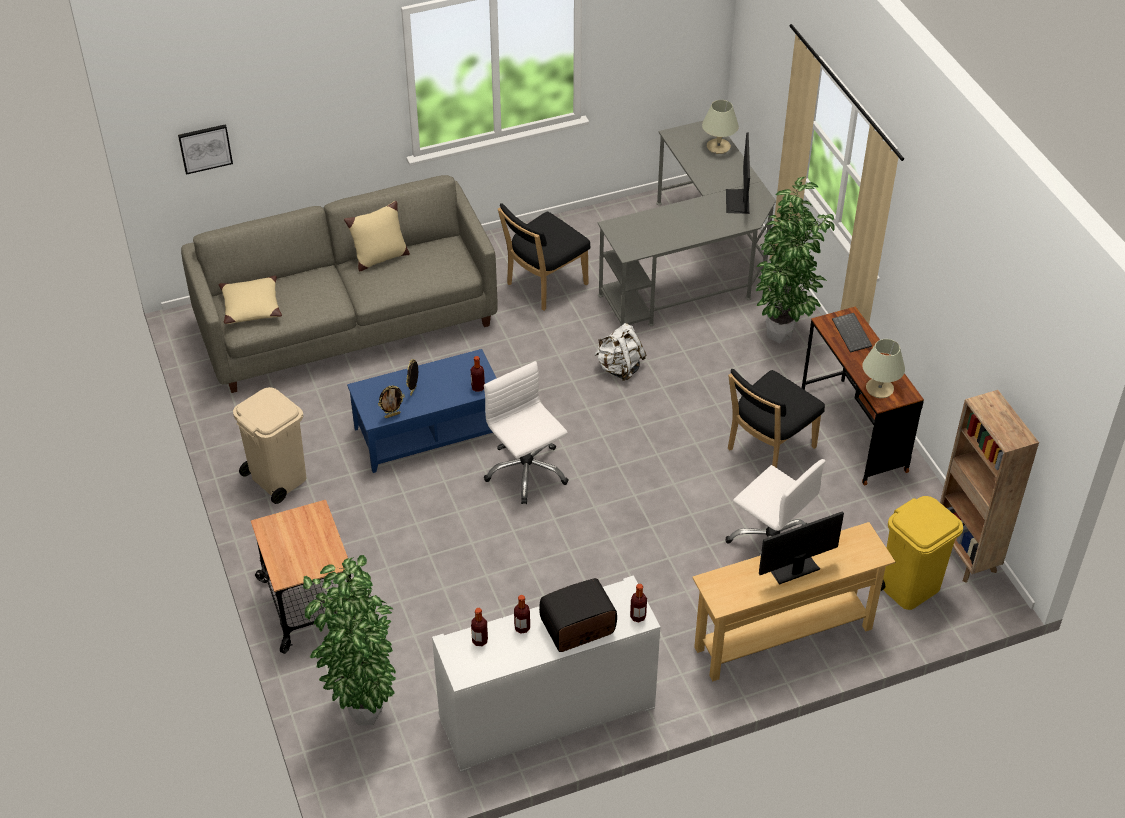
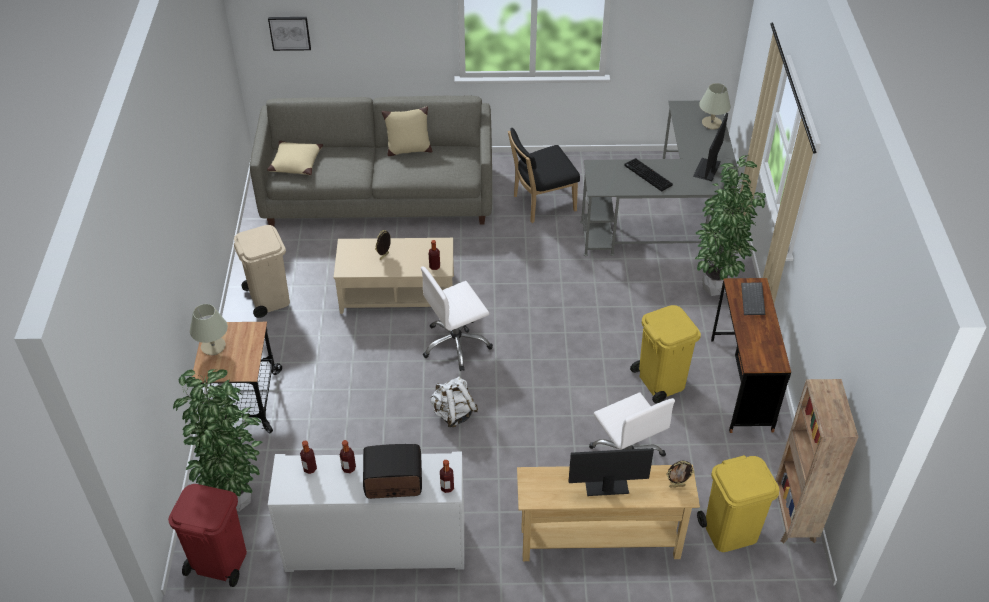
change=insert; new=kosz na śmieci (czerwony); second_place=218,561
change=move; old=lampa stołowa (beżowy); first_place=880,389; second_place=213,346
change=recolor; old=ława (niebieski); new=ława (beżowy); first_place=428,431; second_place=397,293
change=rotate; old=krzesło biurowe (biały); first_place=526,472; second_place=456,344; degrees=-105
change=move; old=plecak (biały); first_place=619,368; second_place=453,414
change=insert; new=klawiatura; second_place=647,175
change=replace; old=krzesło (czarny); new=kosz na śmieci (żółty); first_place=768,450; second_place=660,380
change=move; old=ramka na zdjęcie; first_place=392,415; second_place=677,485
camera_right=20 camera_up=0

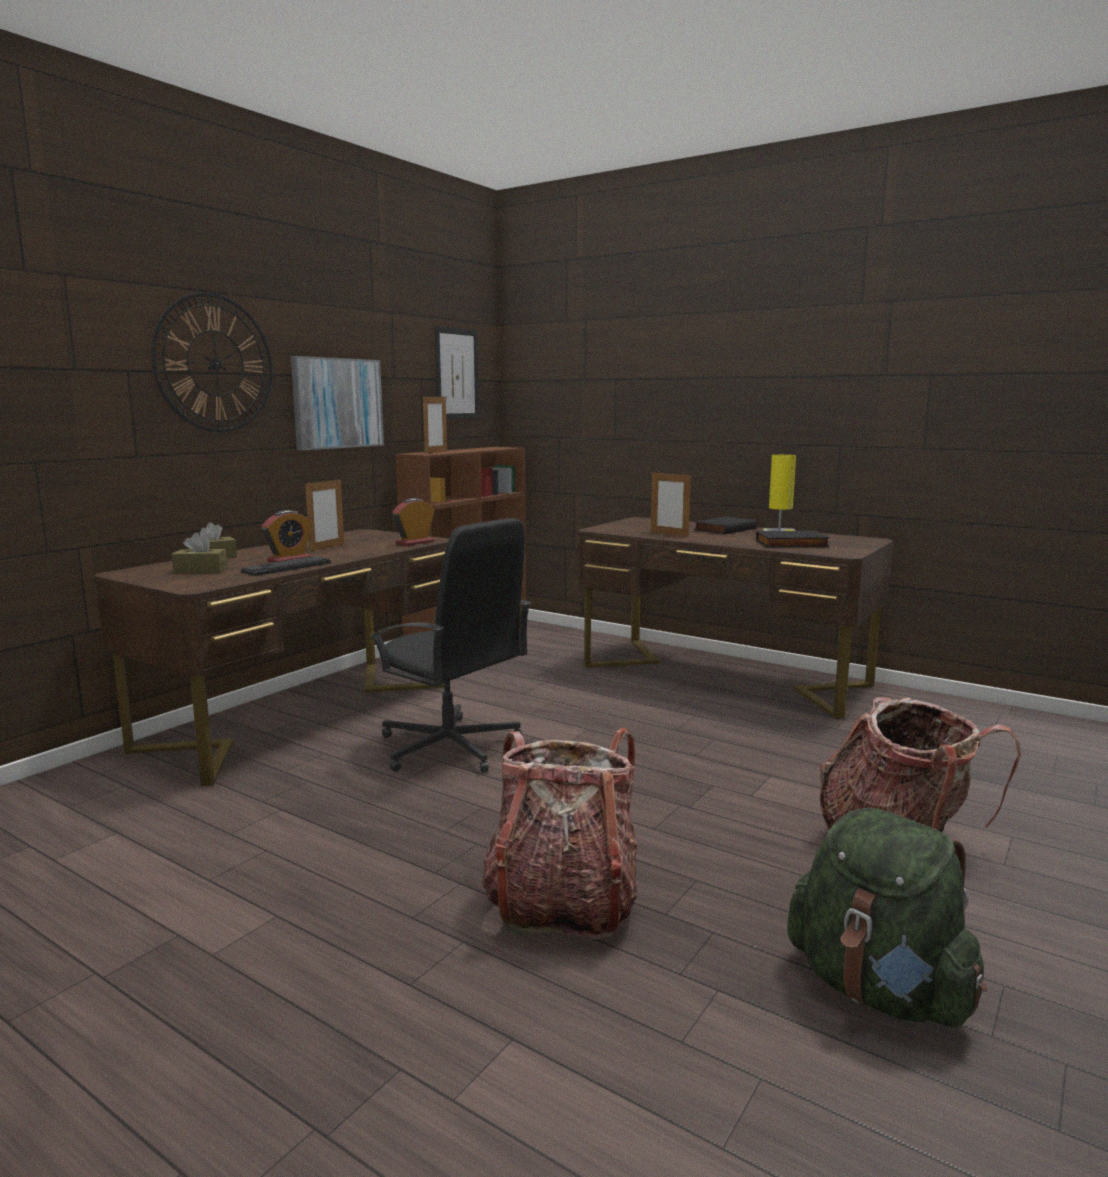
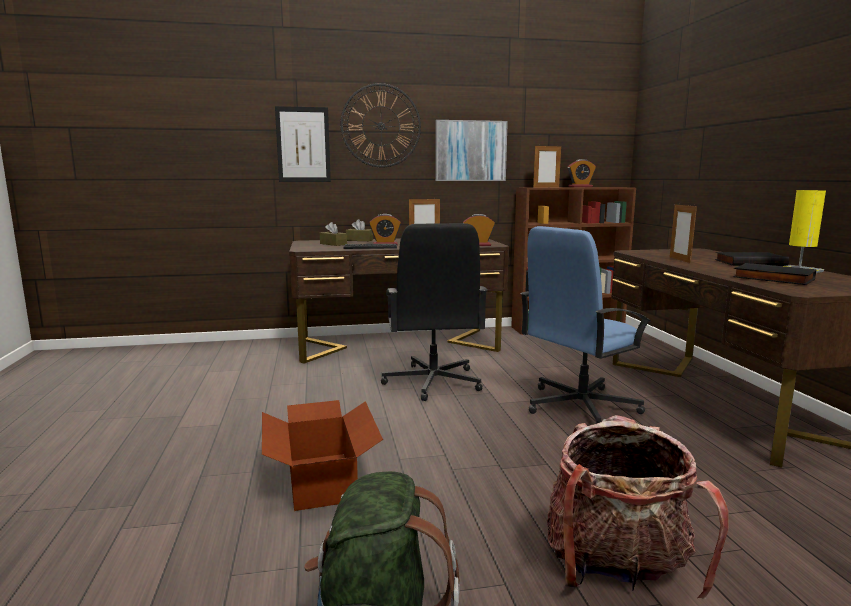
change=replace; old=plecak; new=karton; first_place=562,904; second_place=322,480
change=move; old=obraz; first_place=456,374; second_place=303,144
change=insert; new=krzesło biurowe (niebieski); second_place=579,406
change=insert; new=budzik; second_place=580,187
camera_right=45 camera_up=0

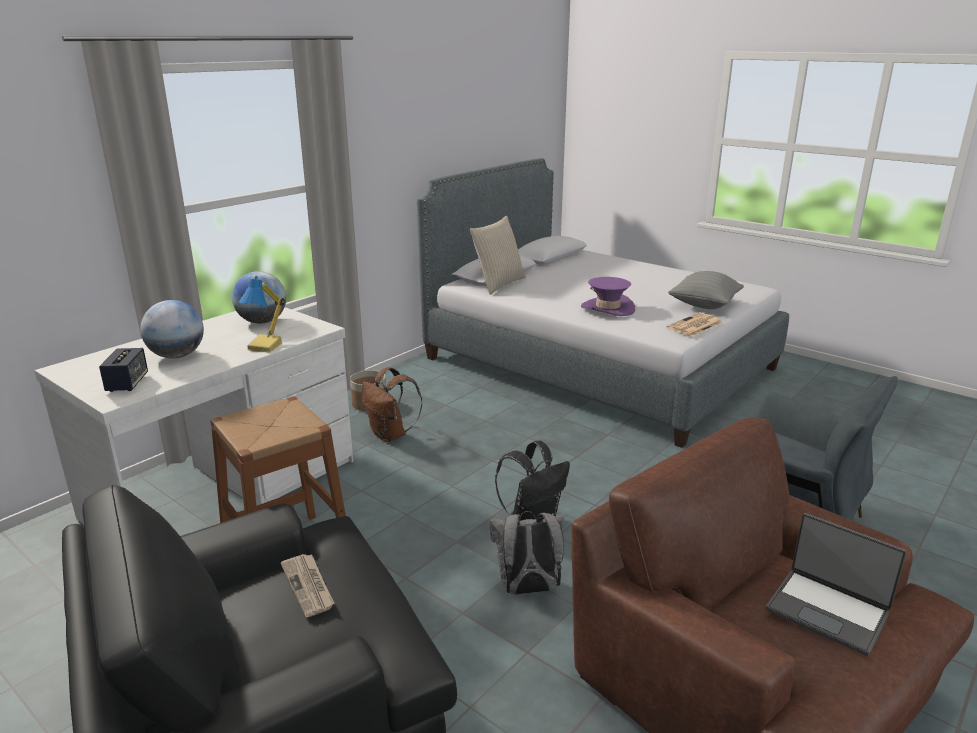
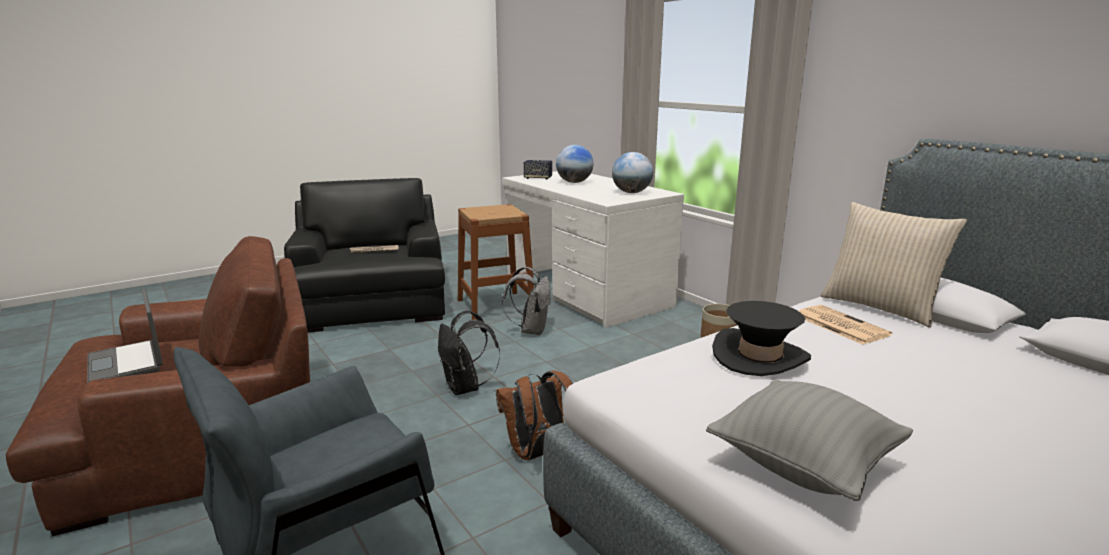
change=rotate; old=laptop; first_place=827,611; second_place=128,363; degrees=-90
change=move; old=plecak (brązowy); first_place=391,435; second_place=538,453
change=move; old=plecak (szary); first_place=527,589; second_place=531,330
change=recolor; old=kapelusz (fioletowy); new=kapelusz (czarny); first_place=607,308; second_place=760,357
change=move; old=gazeta; first_place=694,325; second_place=839,325
change=delete; old=lampa stołowa; first_place=266,346
camera_right=105 camera_up=-5

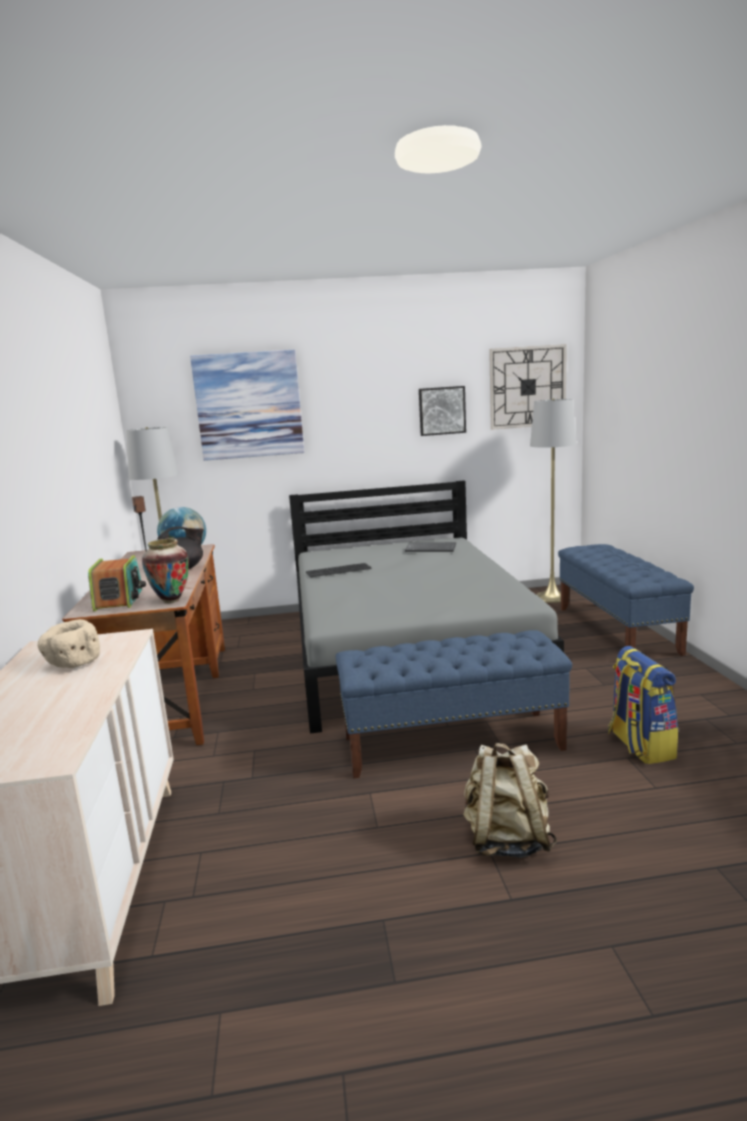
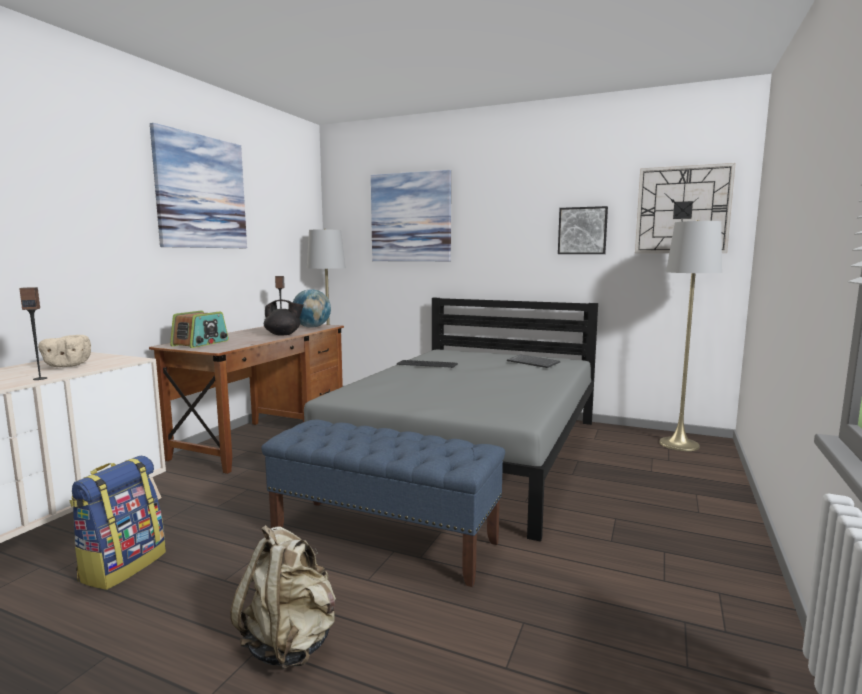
change=insert; new=głośnik; second_place=40,378
change=move; old=plecak; first_place=639,745; second_place=123,566
change=insert; new=obraz; second_place=201,192
change=delete; old=wazon; first_place=171,601
change=delete; old=ławka (niebieski); first_place=617,630
camera_right=30 camera_up=-5

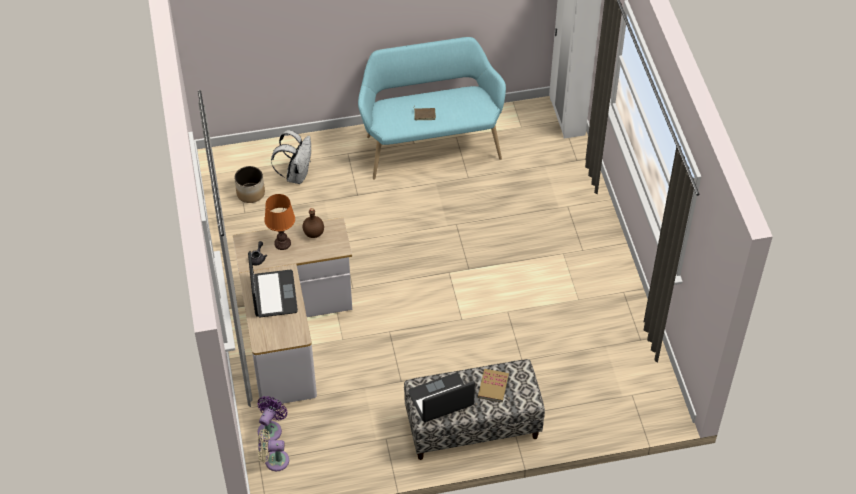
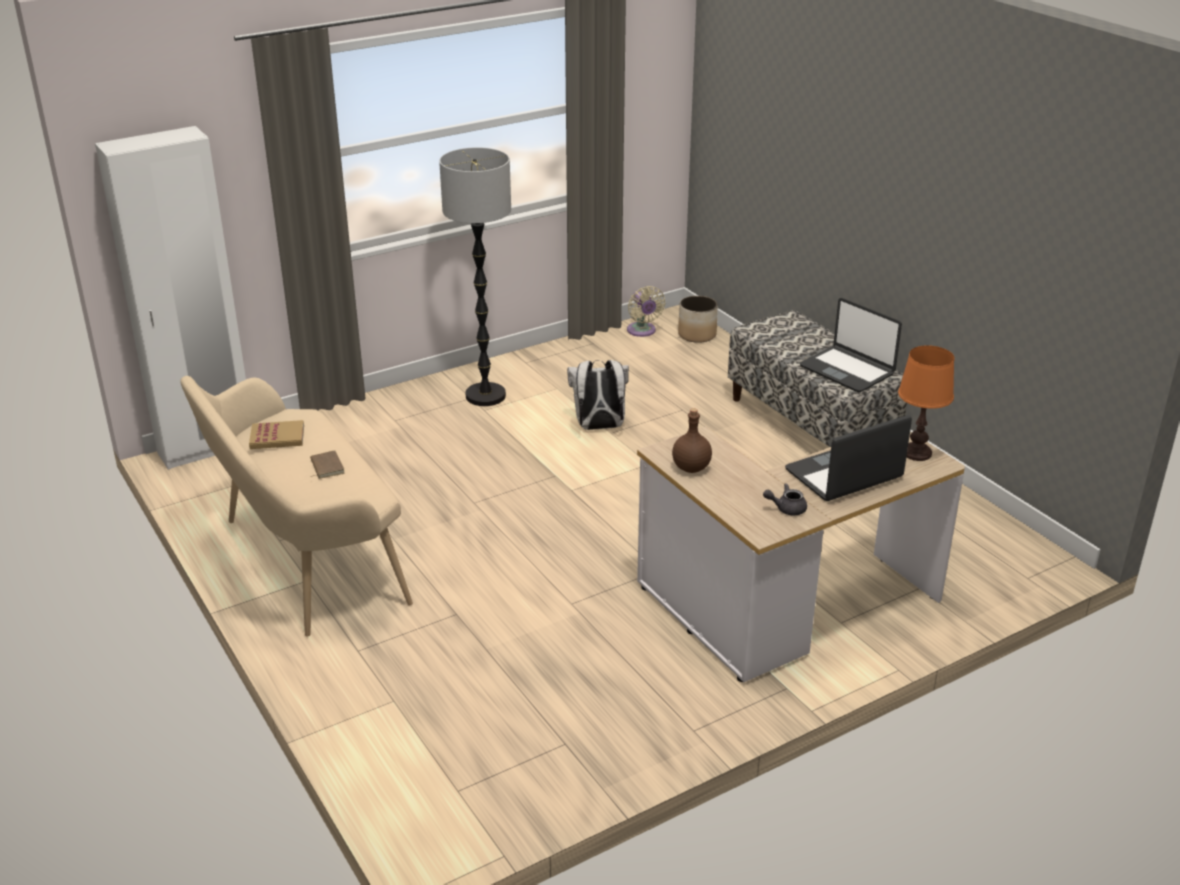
change=recolor; old=ławka (turkusowy); new=ławka (beżowy); first_place=430,144; second_place=304,562
change=move; old=książka; first_place=493,386; second_place=277,437
change=insert; new=lampa stojąca; second_place=485,396
change=move; old=plecak (biały); first_place=296,174; second_place=599,427
change=move; old=wentylator (beżowy); first_place=274,460; second_place=642,331
change=move; old=donica; first_place=251,193; second_place=697,335
change=move; old=lampa stołowa (pomarańczowy); first_place=282,243; second_place=916,453
change=delete; old=wentylator (fioletowy); first_place=271,429
camera_right=-110 camera_up=-20

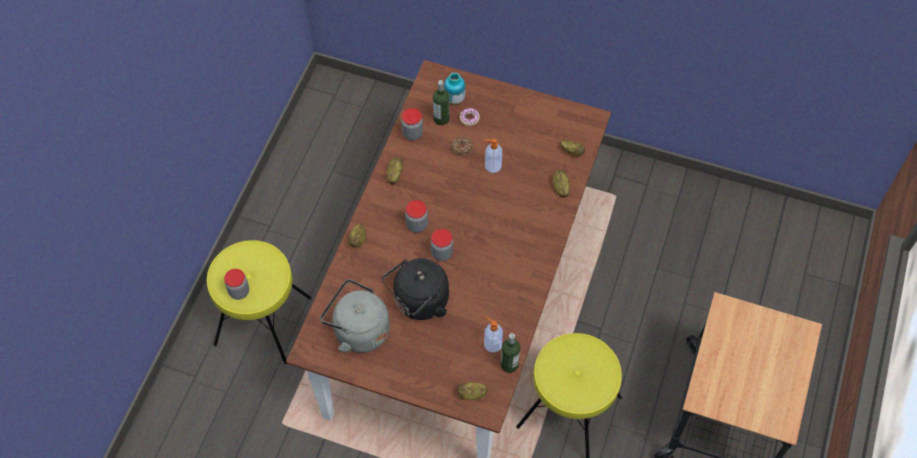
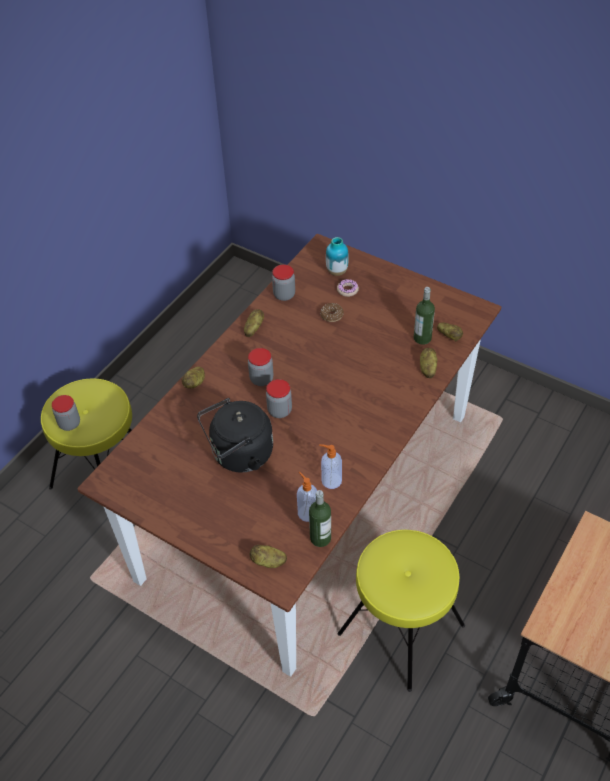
change=move; old=dozownik mydła; first_place=492,166; second_place=330,480
change=move; old=butelka; first_place=441,119; second_place=422,338
change=delete; old=czajnik (szary); first_place=358,330
camera_right=15 camera_up=-10

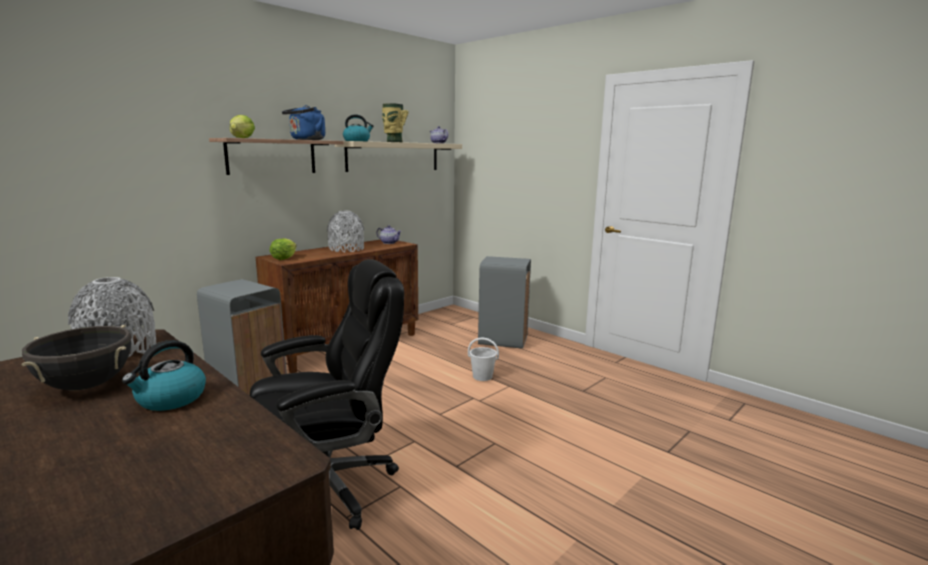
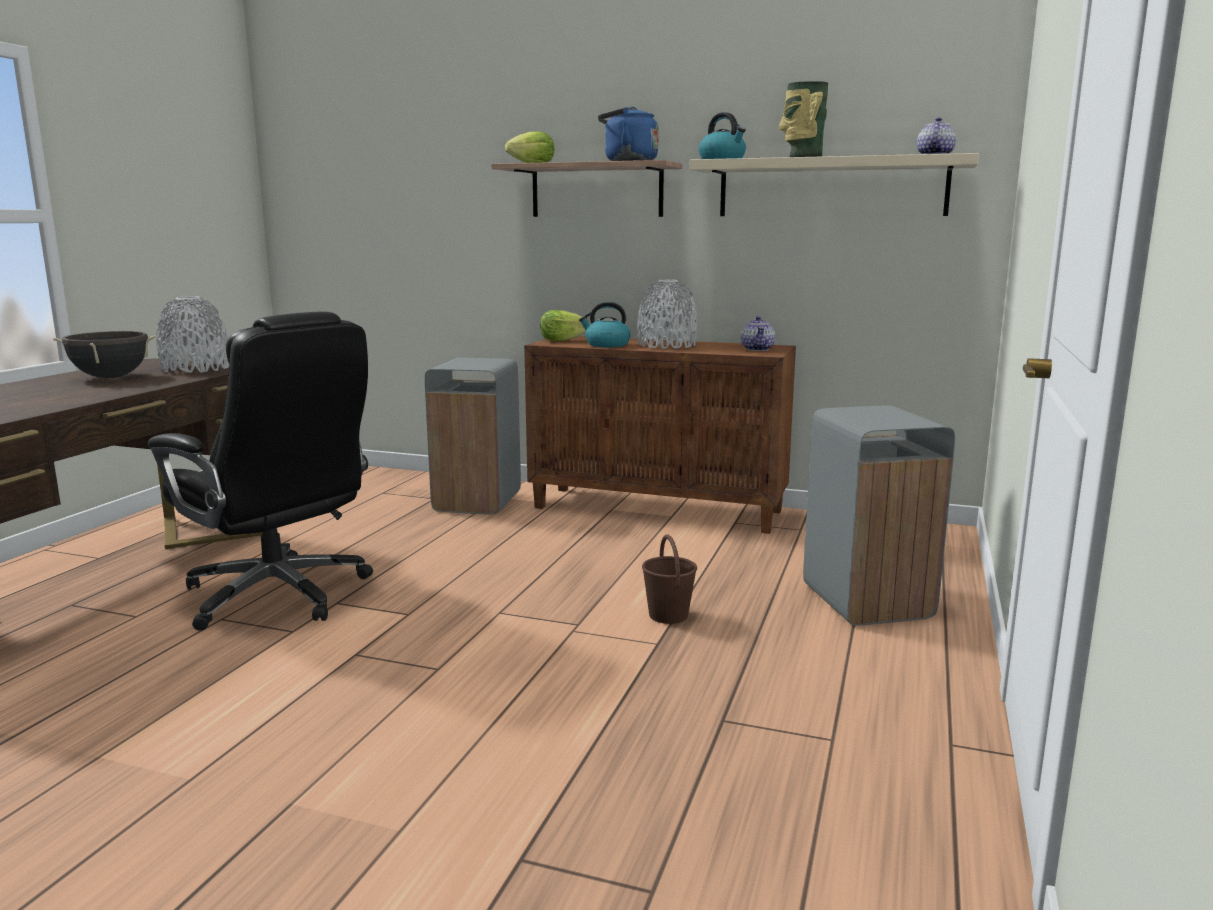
change=move; old=czajnik; first_place=170,399; second_place=606,345
change=recolor; old=wiadro (biały); new=wiadro (brązowy); first_place=483,377; second_place=668,616
camera_right=65 camera_up=0

